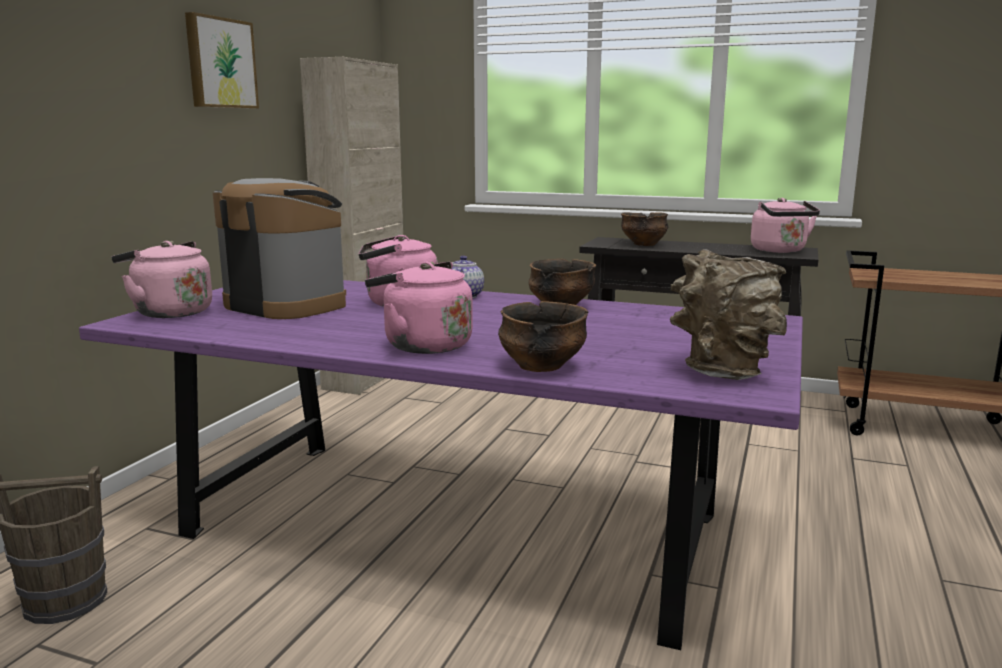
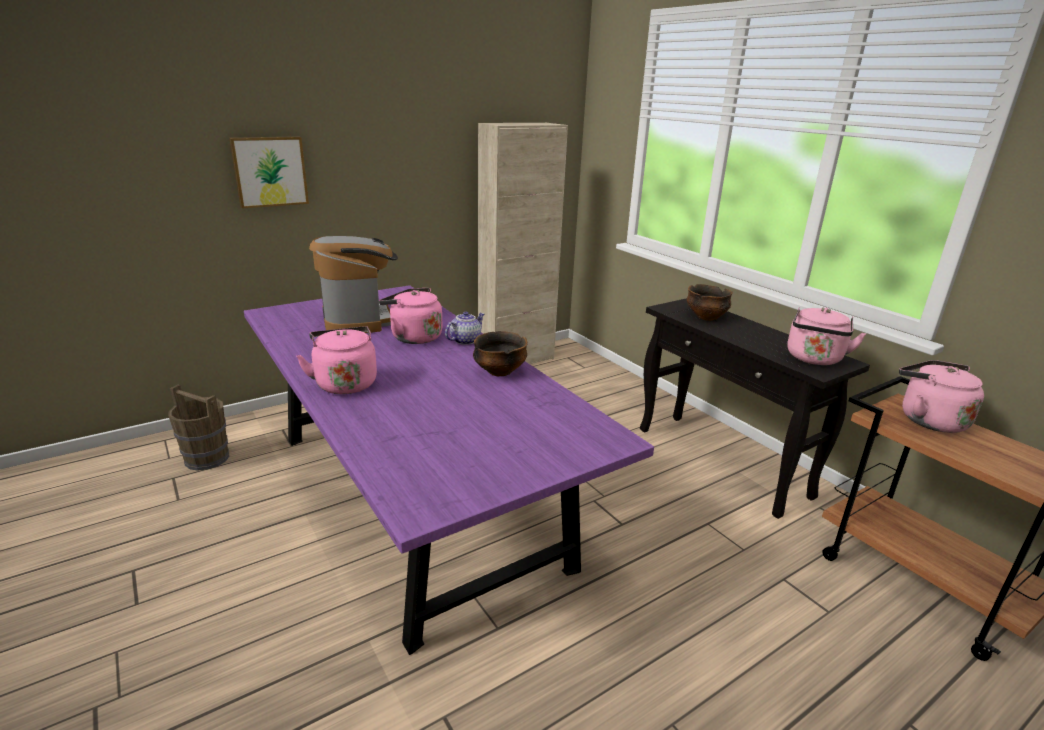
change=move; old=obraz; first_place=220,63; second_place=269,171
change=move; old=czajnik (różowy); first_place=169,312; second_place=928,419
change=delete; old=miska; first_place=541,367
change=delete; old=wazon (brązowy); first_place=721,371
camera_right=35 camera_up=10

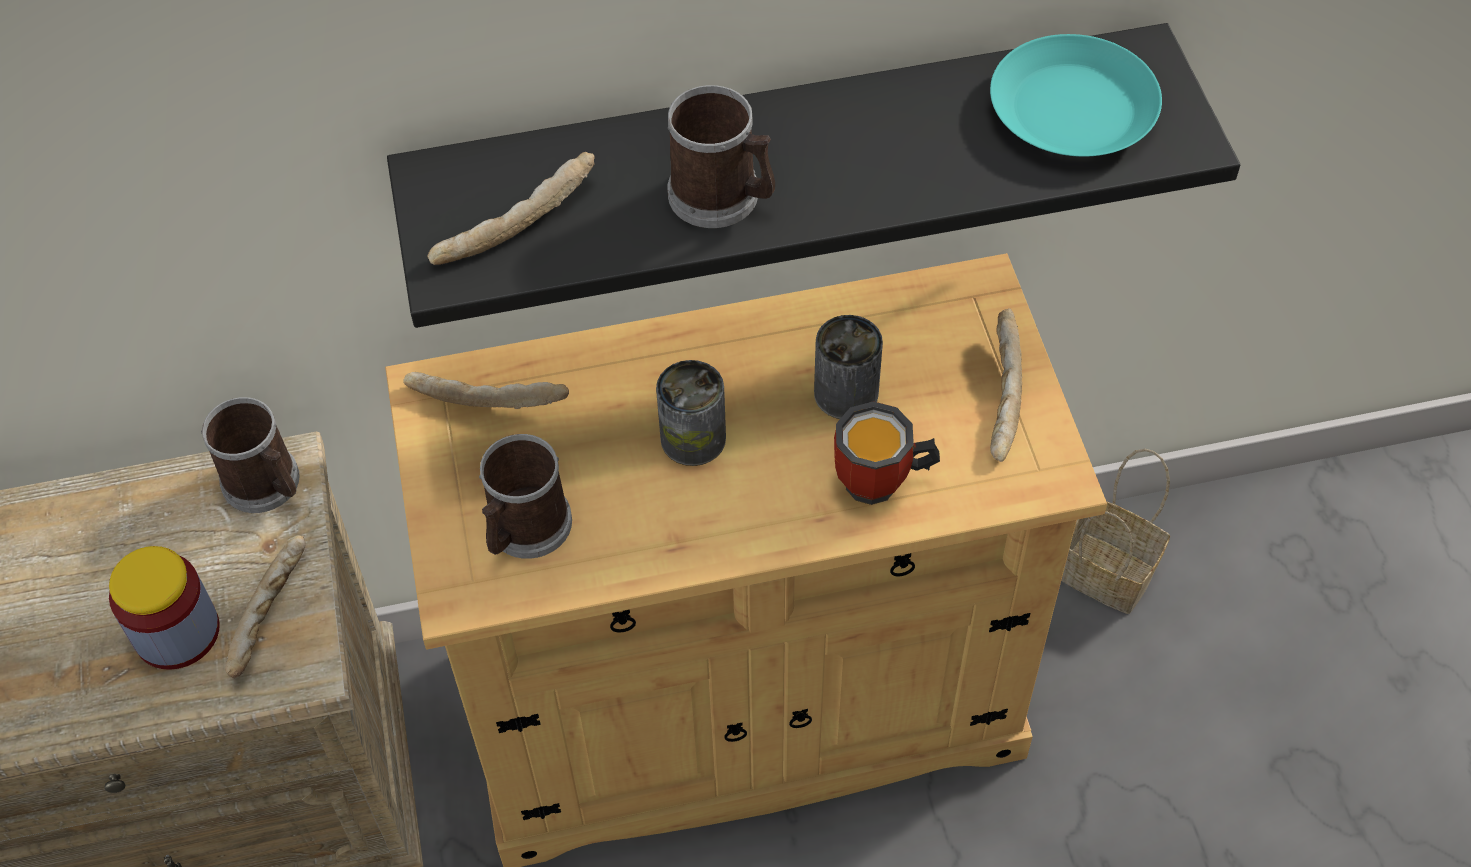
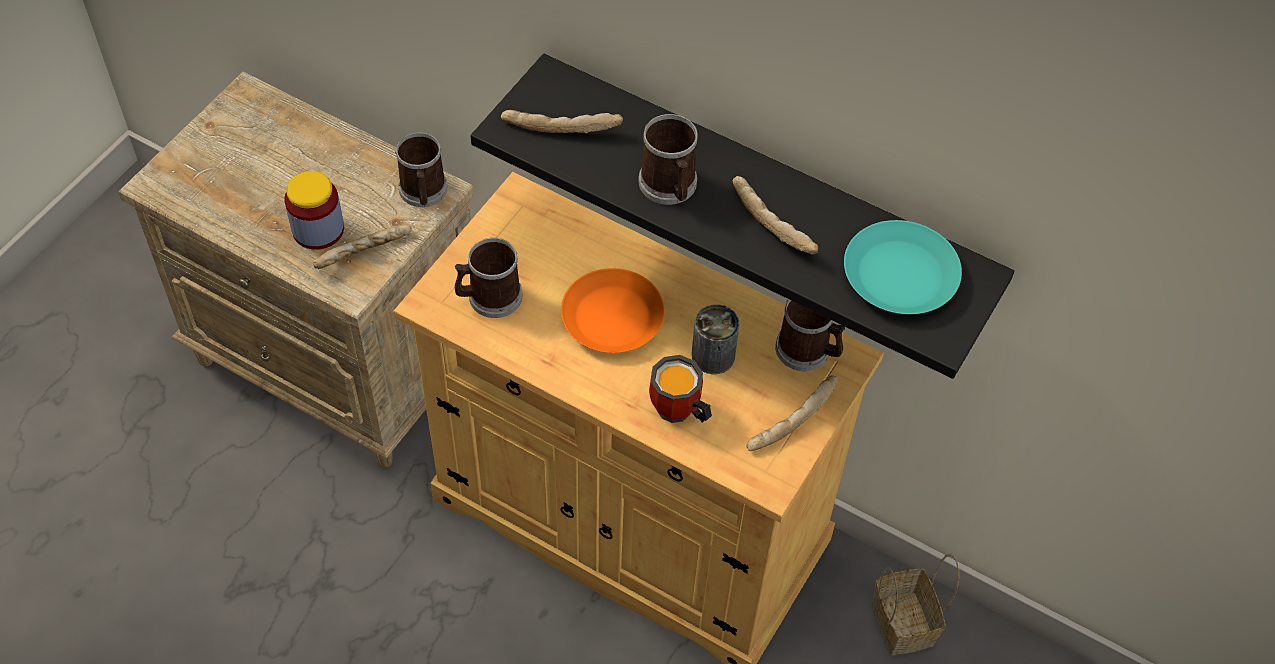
change=replace; old=puszka; new=talerz (pomarańczowy); first_place=693,438; second_place=613,318
change=move; old=chleb; first_place=488,397; second_place=773,223
change=insert; new=kubek; second_place=808,351
camera_right=40 camera_up=0

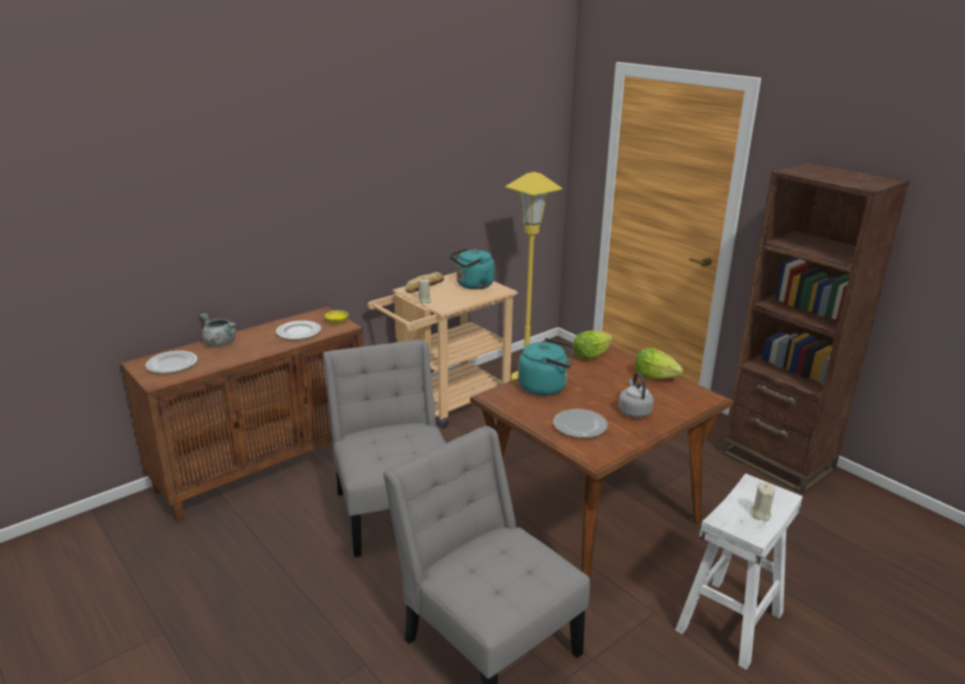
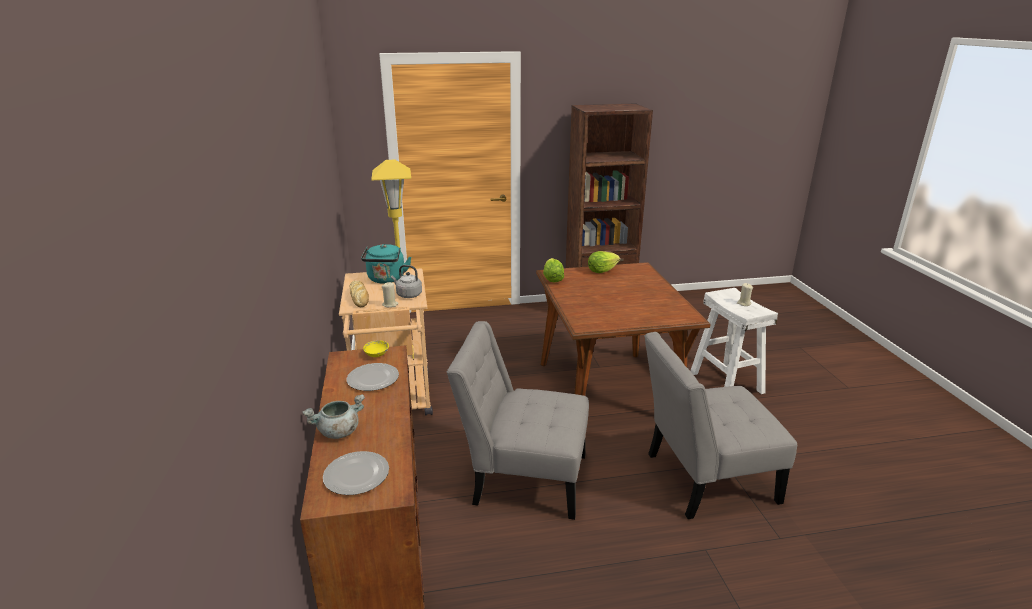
change=move; old=czajnik (szary); first_place=634,411; second_place=408,295
change=delete; old=czajnik (turkusowy); first_place=545,387
change=delete; old=talerz; first_place=581,426
camera_right=-60 camera_up=0

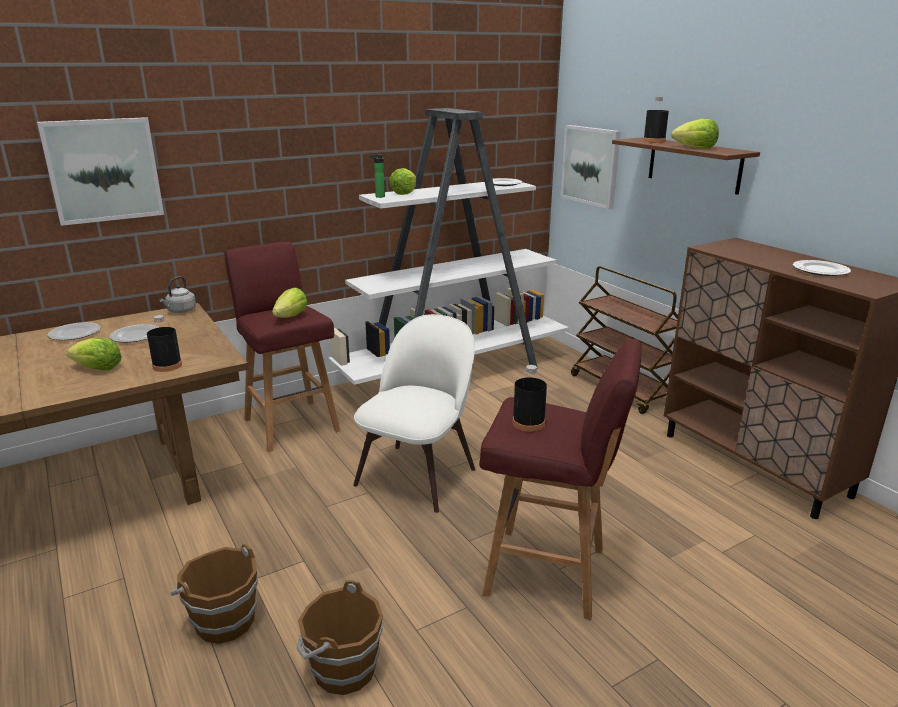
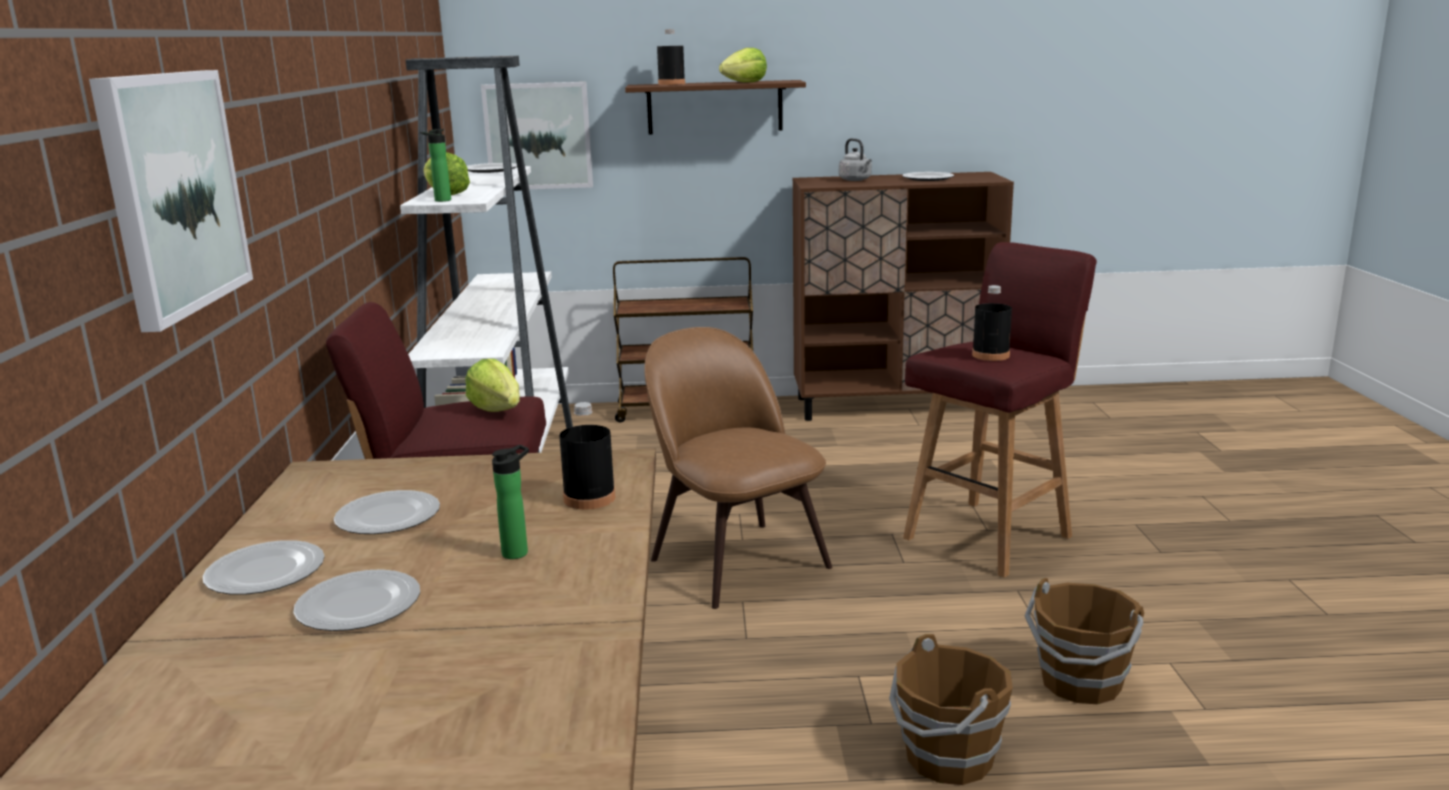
change=insert; new=talerz; second_place=358,604
change=replace; old=sałata; new=butelka; first_place=98,368; second_place=518,552
change=recolor; old=krzesło (biały); new=krzesło (brązowy); first_place=418,474; second_place=735,560
change=move; old=czajnik (szary); first_place=180,311; second_place=856,180
camera_right=-60 camera_up=-5

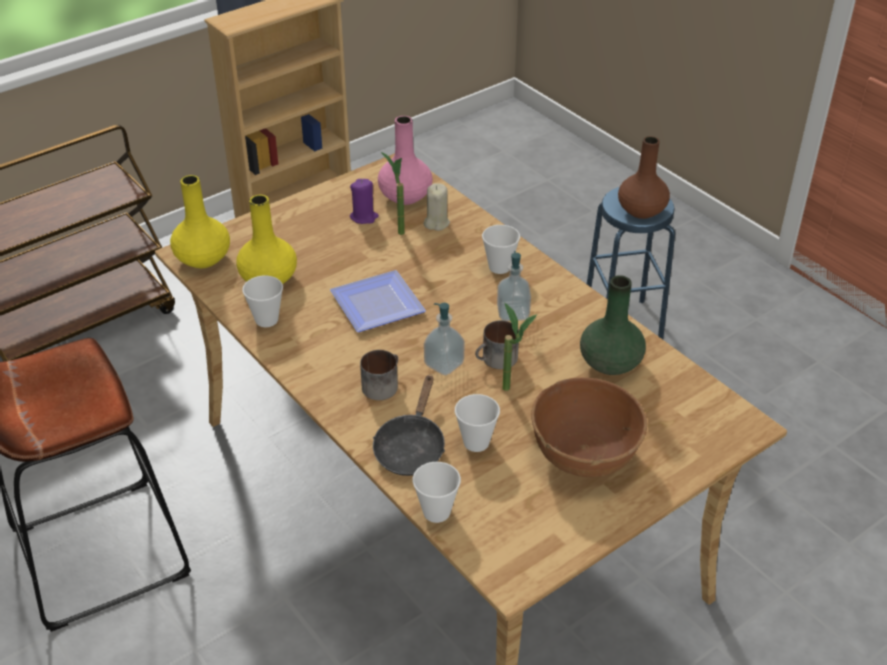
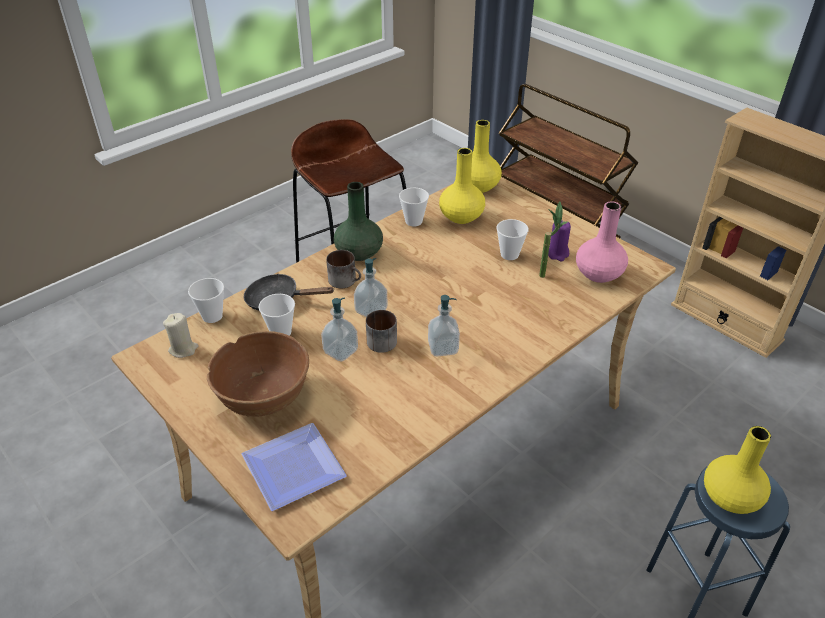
change=move; old=świeca (beżowy); first_place=436,223; second_place=183,349
change=move; old=talerz; first_place=379,302; second_place=297,469
change=replace; old=roślina doniczkowa; new=dozownik mydła; first_place=513,390; second_place=340,351
change=move; old=wazon (zielony); first_place=609,363; second_place=358,252
change=move; old=filiżanka; first_place=499,267; second_place=509,254
change=recolor; old=wazon (brązowy); new=wazon (żółty); first_place=641,211; second_place=729,497
camera_right=85 camera_up=0

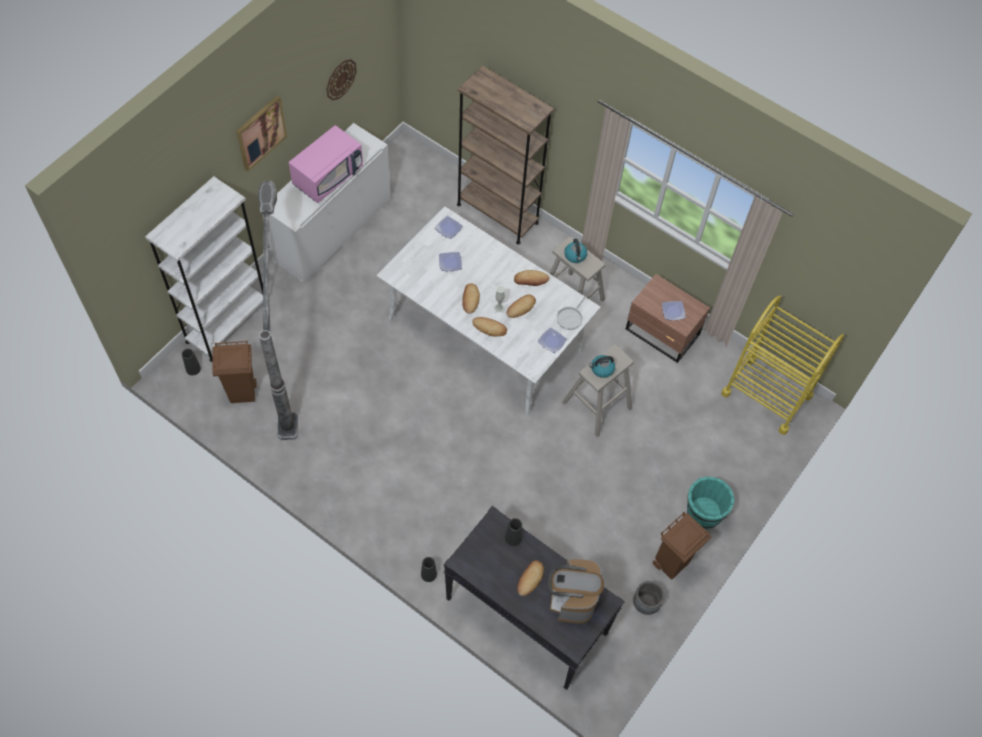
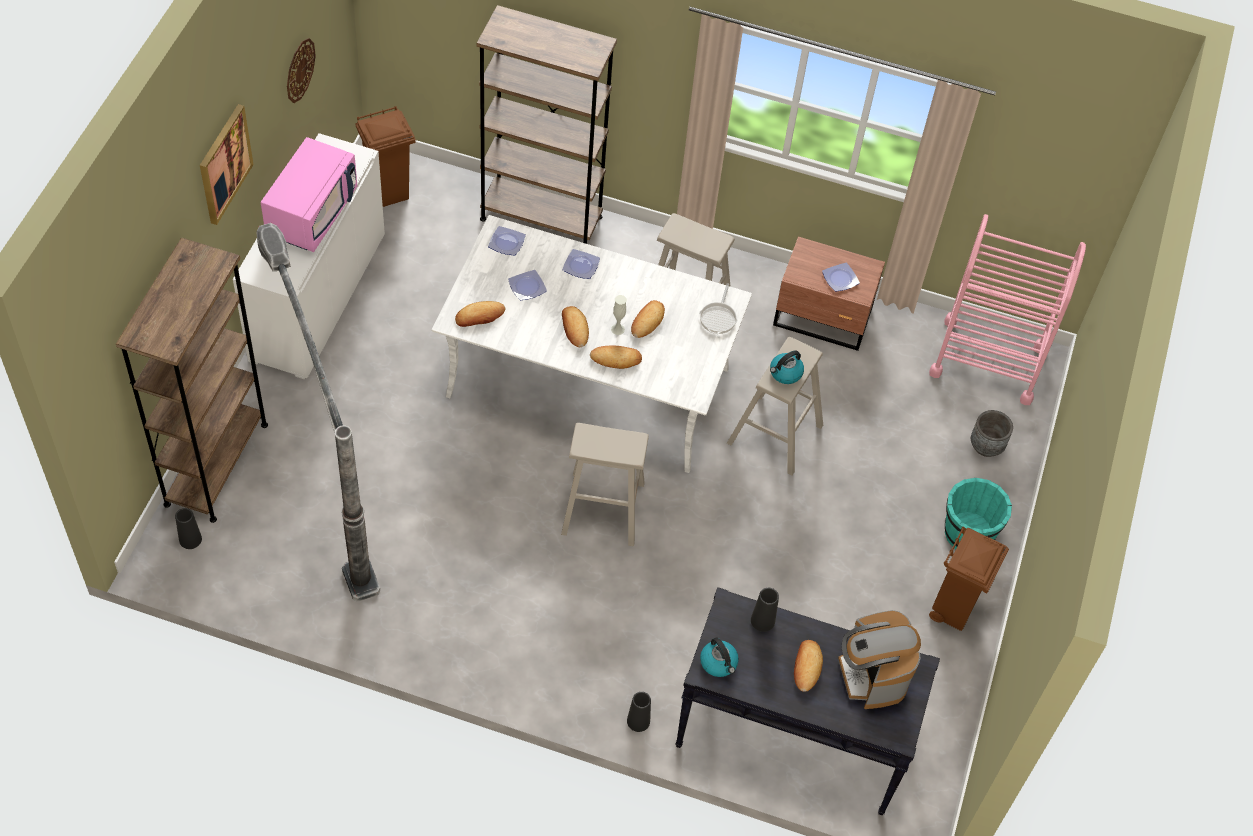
change=recolor; old=regał (biały); new=regał (brązowy); first_place=227,324; second_place=216,464
change=move; old=kosz na śmieci (brązowy); first_place=243,393; second_place=389,193
change=move; old=chleb; first_place=531,280; second_place=479,316
change=insert; new=stołek (beżowy); second_place=602,508
change=move; old=talerz; first_place=552,341; second_place=581,266
change=move; old=czajnik; first_place=575,256; second_place=719,663
change=recolor; old=wózek (żółty); new=wózek (różowy); first_place=766,394; second_place=987,360
change=move; old=donica (szary); first_place=646,603; second_place=986,446
camera_right=-20 camera_up=-5

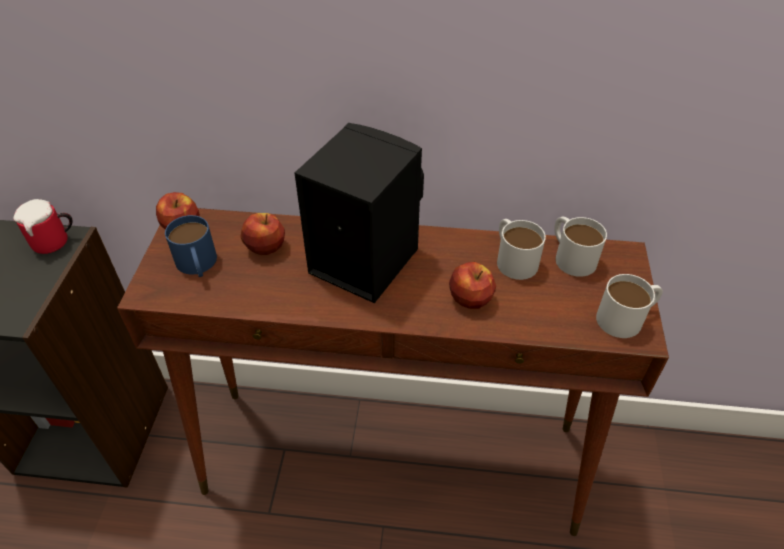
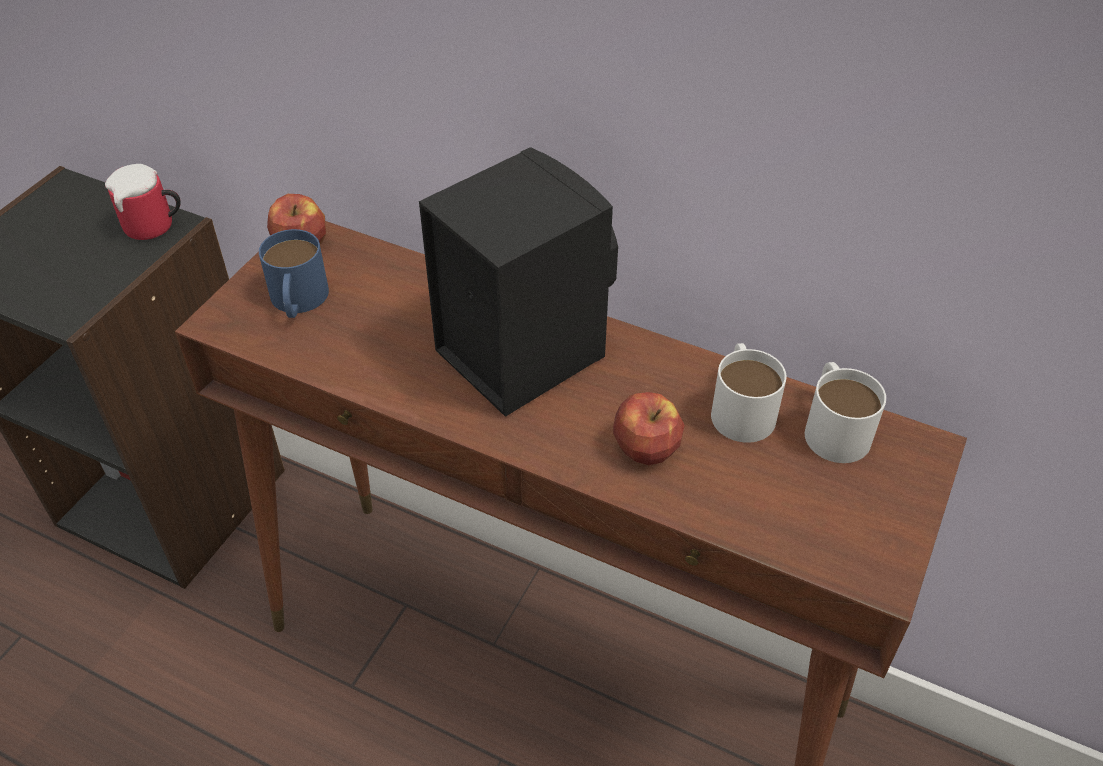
change=delete; old=jabłko; first_place=265,247
change=delete; old=kubek (biały); first_place=627,317
camera_right=20 camera_up=0

